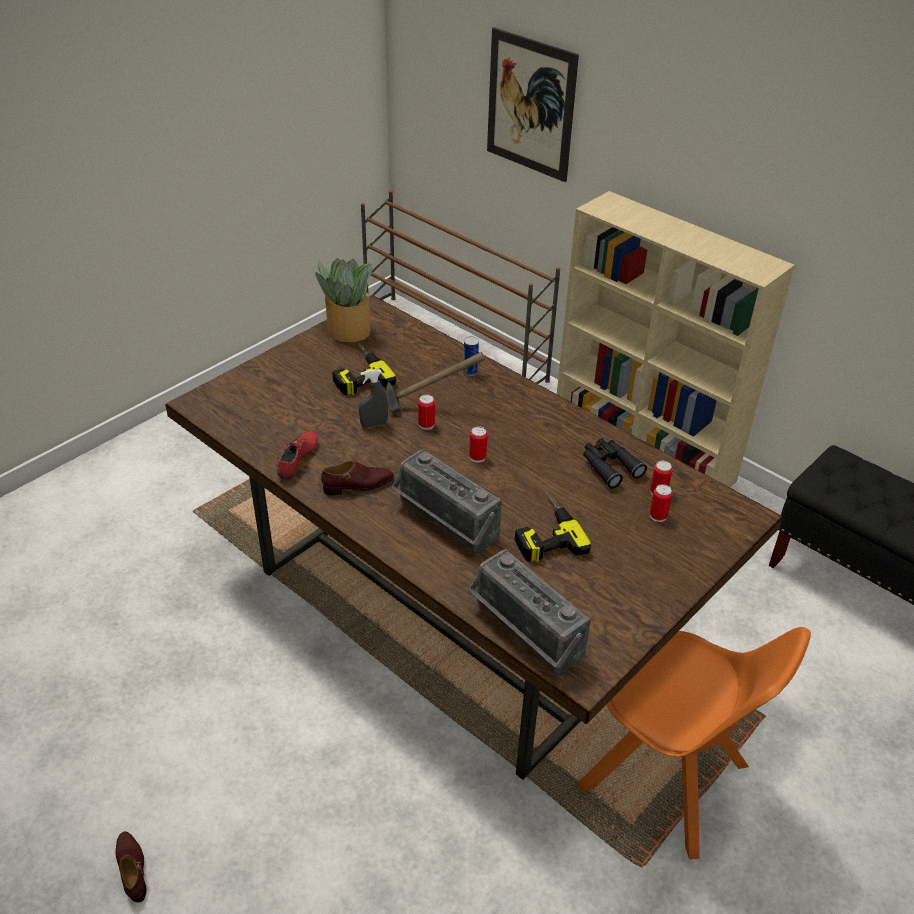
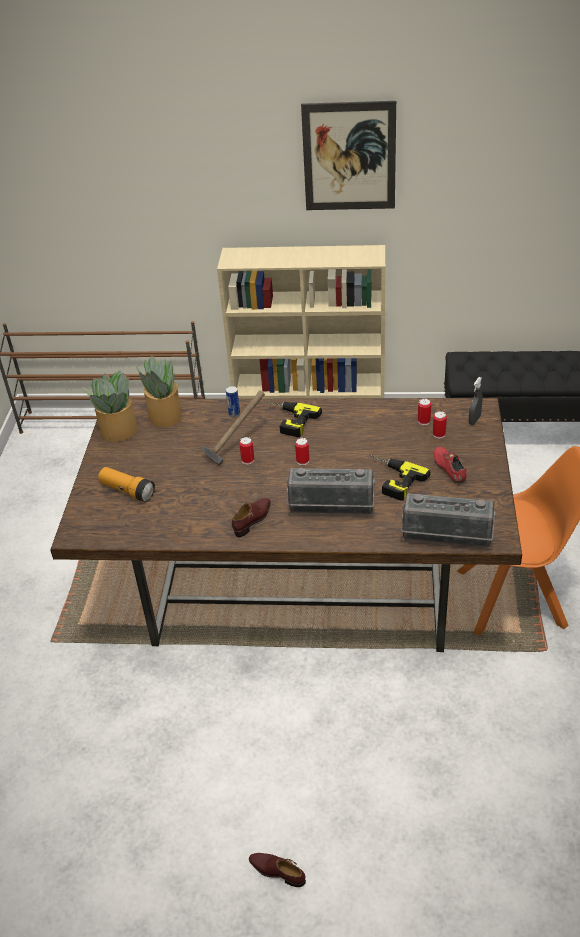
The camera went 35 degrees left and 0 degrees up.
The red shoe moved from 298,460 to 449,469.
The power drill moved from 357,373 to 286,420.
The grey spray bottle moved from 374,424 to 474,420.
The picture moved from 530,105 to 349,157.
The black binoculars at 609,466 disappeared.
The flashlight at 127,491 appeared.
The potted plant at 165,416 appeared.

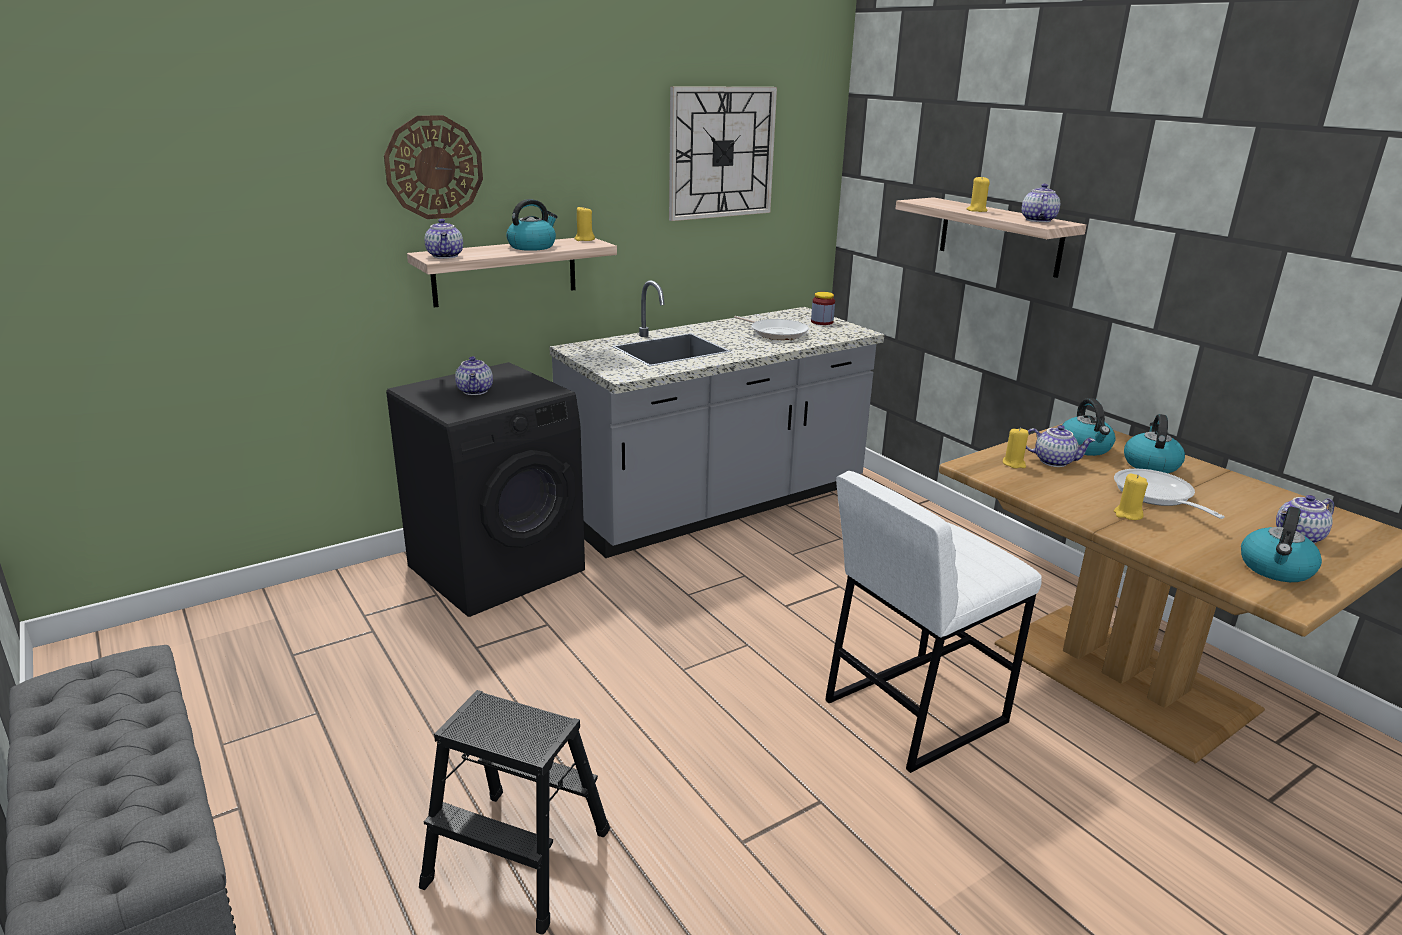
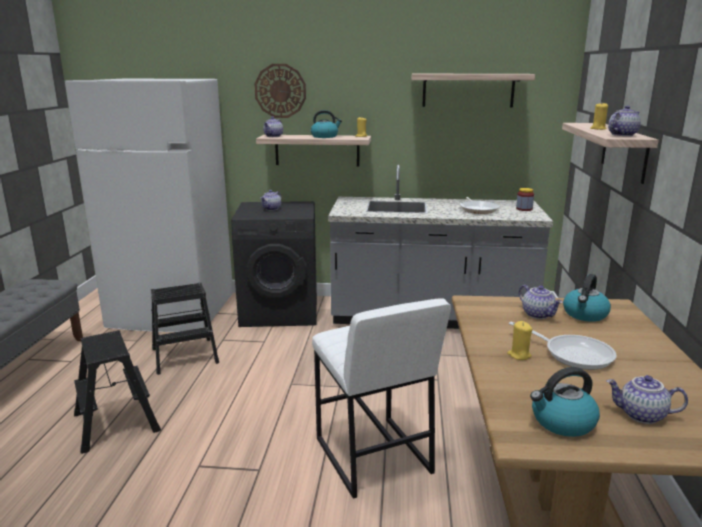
The camera went 40 degrees right and 5 degrees down.
The wall clock at 721,153 was replaced by the shelf at 468,90.
The white chair at 912,713 turned 120 degrees counterclockwise.
The yellow candle at 1014,464 disappeared.
The frying pan at 1156,496 turned 105 degrees clockwise.
The kettle at 1150,464 disappeared.
The white fridge at 173,310 appeared.
The black step ladder at 185,355 appeared.

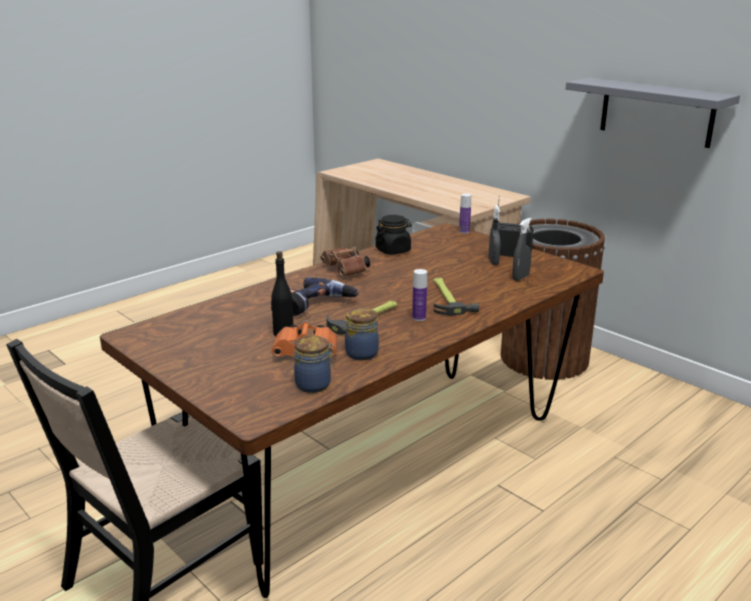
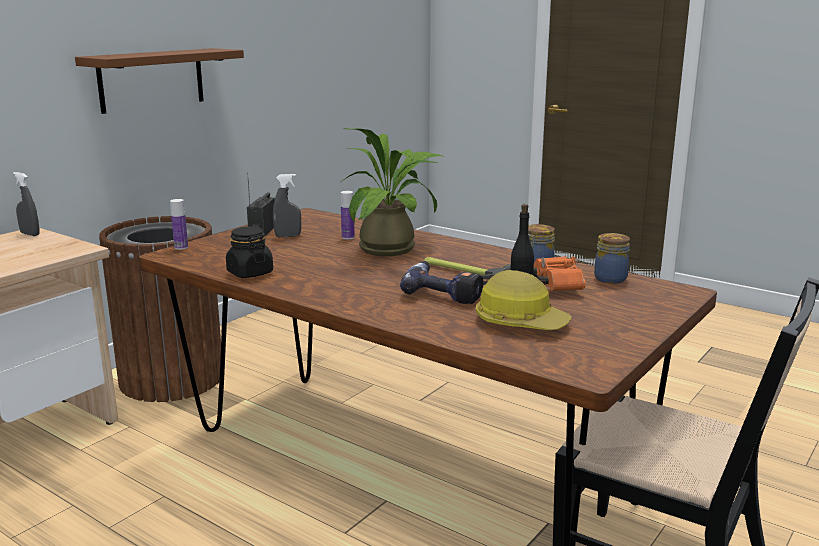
The camera went 100 degrees left and 5 degrees down.
The brown binoculars at 346,271 disappeared.
The bottle moved from 419,318 to 348,237.
The hammer at 447,298 was replaced by the potted plant at 394,248.
The grey spray bottle moved from 520,277 to 30,234.
The grey shelf at 656,112 became the brown shelf at 152,79.
The hard hat at 520,322 appeared.

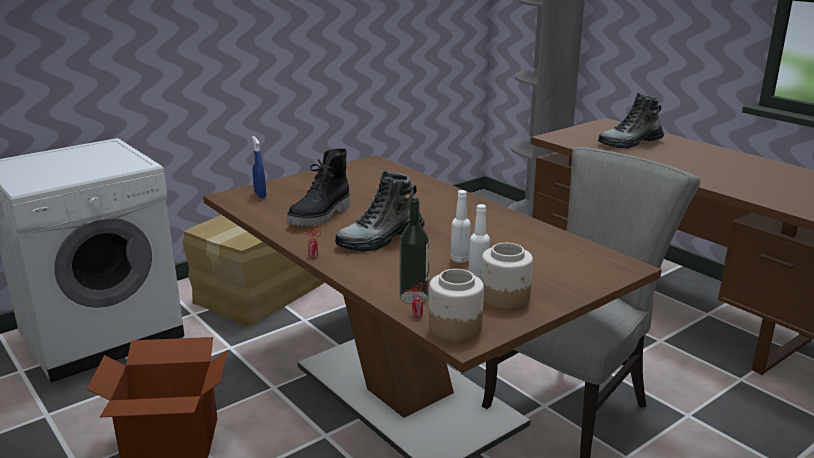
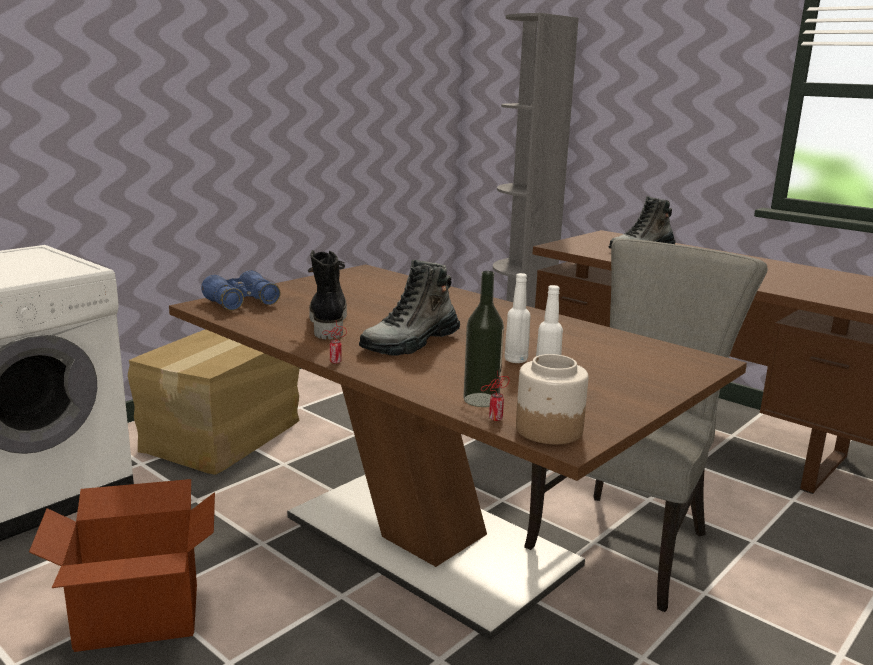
The camera went 10 degrees left and 5 degrees down.
The blue spray bottle at 260,195 was replaced by the blue binoculars at 241,303.
The black boot at 321,216 turned 150 degrees clockwise.
The jar at 505,298 disappeared.

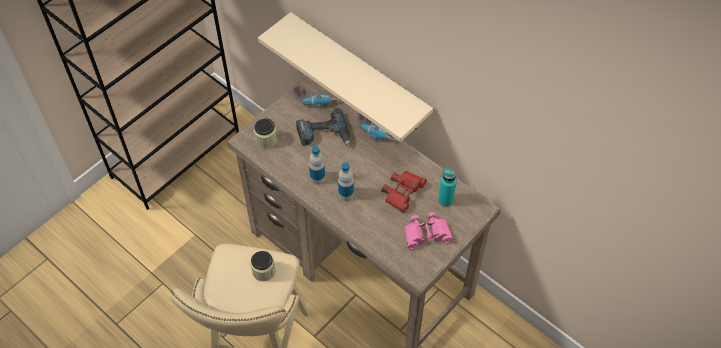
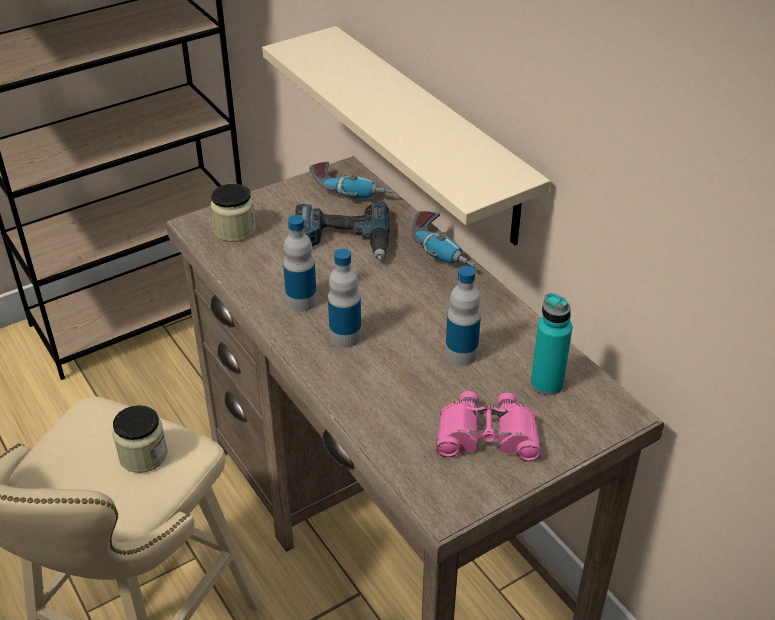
The camera went 15 degrees right and 15 degrees down.
The red binoculars at 403,192 was replaced by the bottle at 461,354.

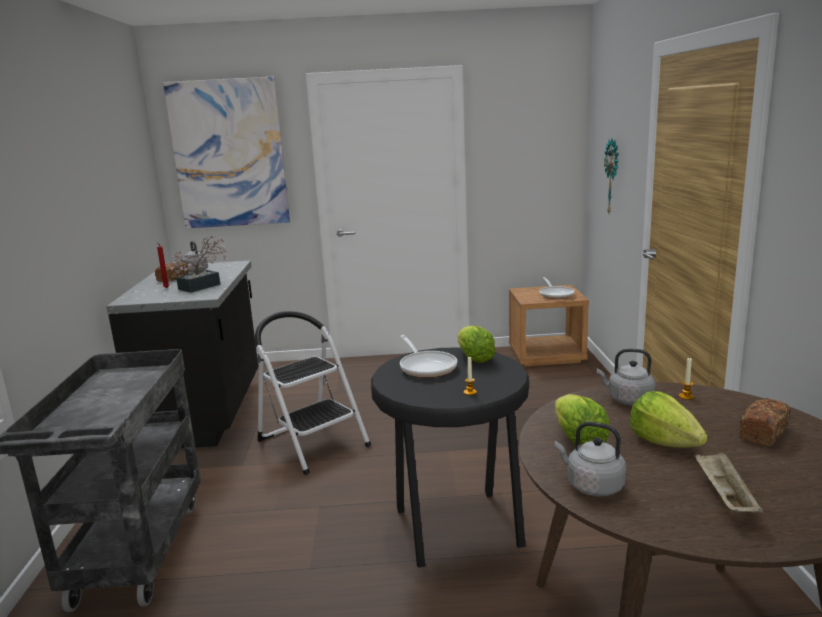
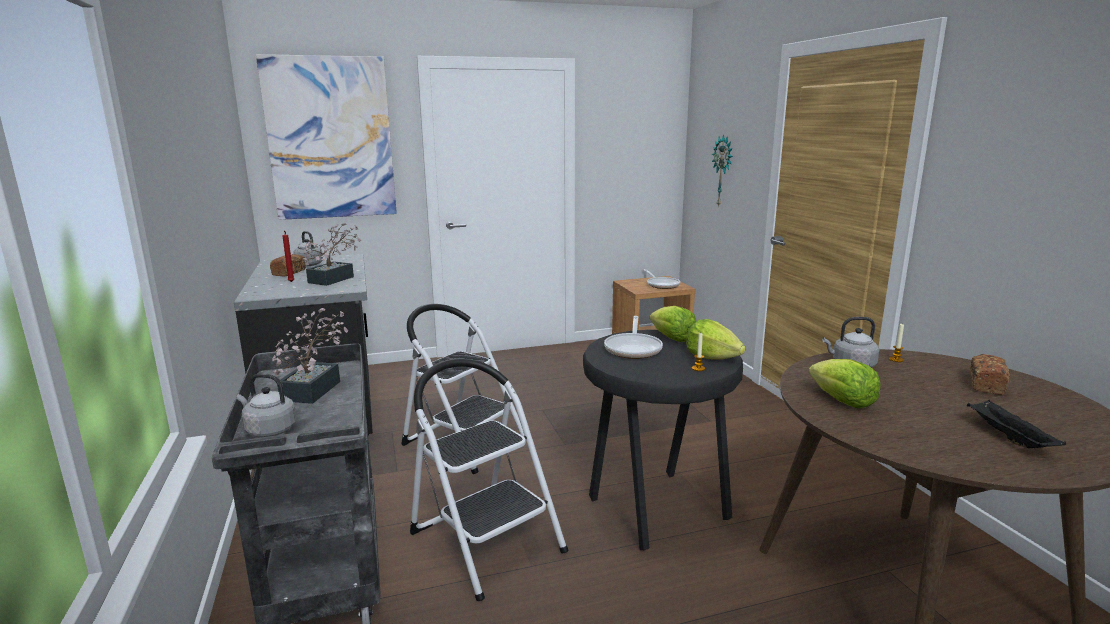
The camera went 15 degrees left and 0 degrees up.
The frying pan at 426,367 turned 45 degrees clockwise.
The grey kettle moved from 591,486 to 269,430.
The lettuce moved from 664,442 to 712,357.
The beige tray at 723,496 became the black tray at 1007,437.
The potted plant at 315,388 appeared.
The step ladder at 484,540 appeared.

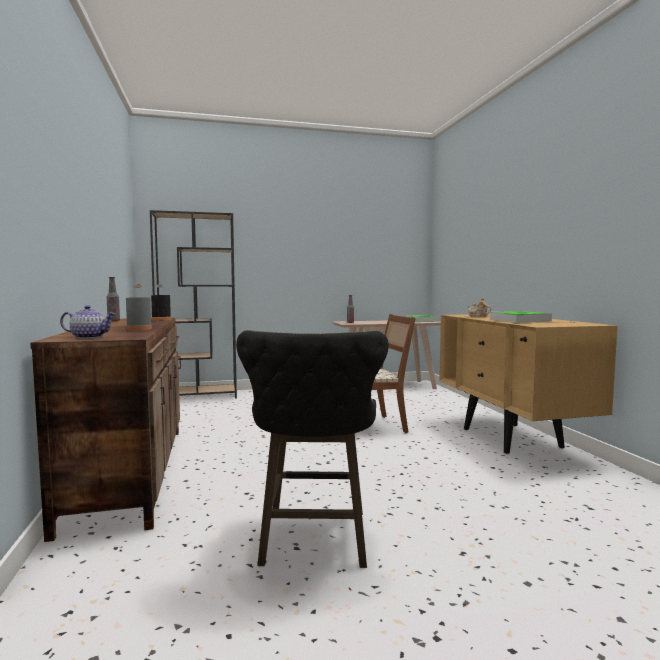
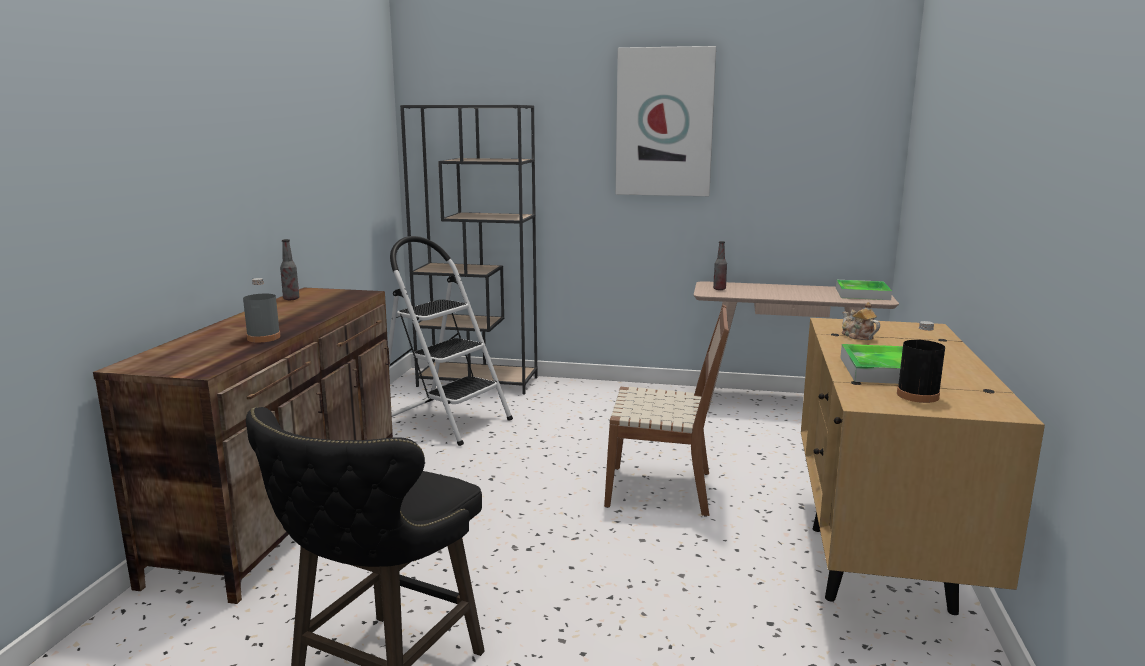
The camera went 25 degrees right and 10 degrees up.
The teapot at 88,337 disappeared.
The black bottle moved from 161,319 to 917,395.
The step ladder at 443,420 appeared.
The picture at 664,122 appeared.

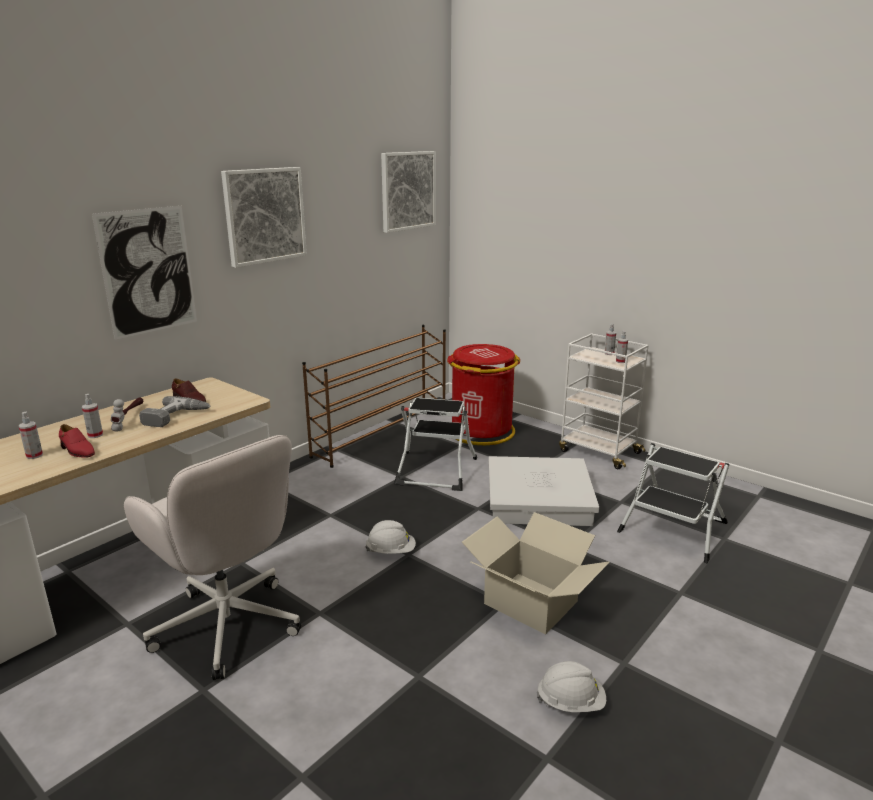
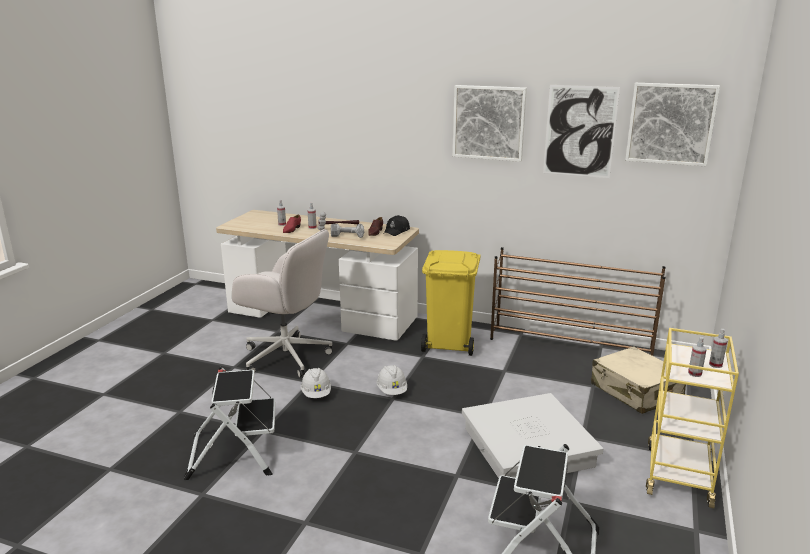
The camera went 70 degrees right and 0 degrees up.
The picture moved from 148,271 to 580,131.
The white office chair at 226,626 turned 90 degrees counterclockwise.
The step ladder moved from 435,469 to 234,451.
The red trash can at 481,431 was replaced by the beige suitcase at 636,391.
The cardboard box at 531,602 disappeared.
The white hard hat moved from 571,702 to 316,394.
The white cart at 598,451 became the yellow cart at 678,474.
The black cap at 397,231 appeared.
The yellow trash can at 450,344 appeared.

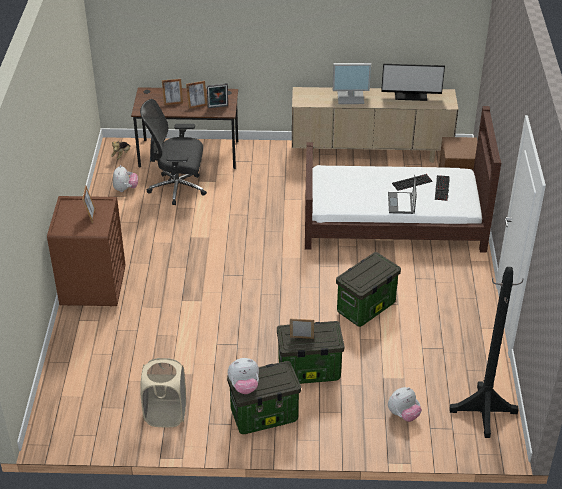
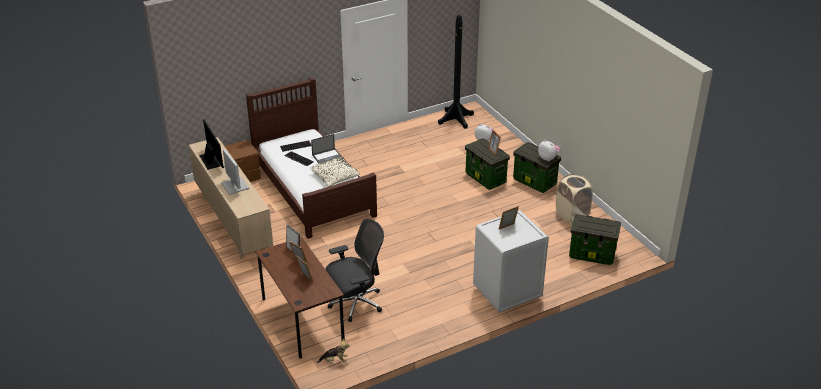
The camera went 120 degrees left and 5 degrees down.
The brown dresser at 93,289 became the grey dresser at 507,294.
The plush toy at 125,189 disappeared.
The office chair at 178,188 turned 90 degrees counterclockwise.
The storage box moved from 366,308 to 592,254.
The beige pillow at 335,176 appeared.

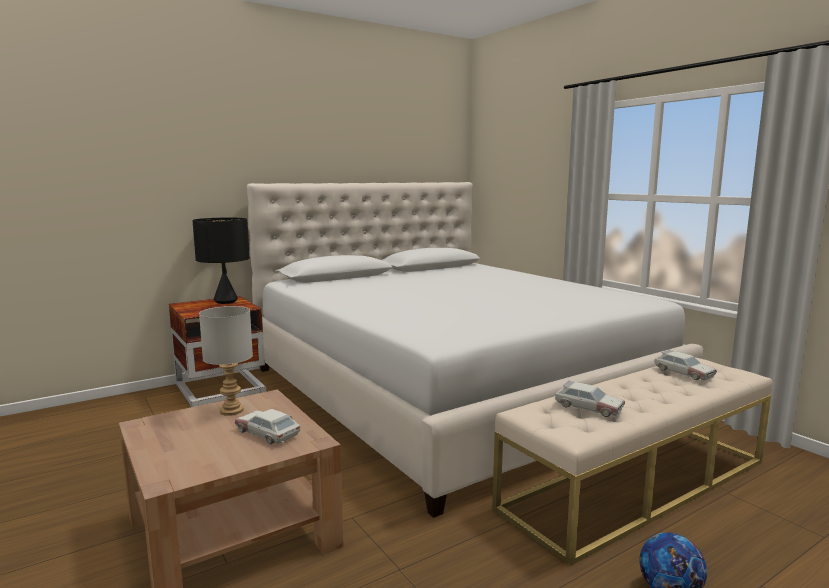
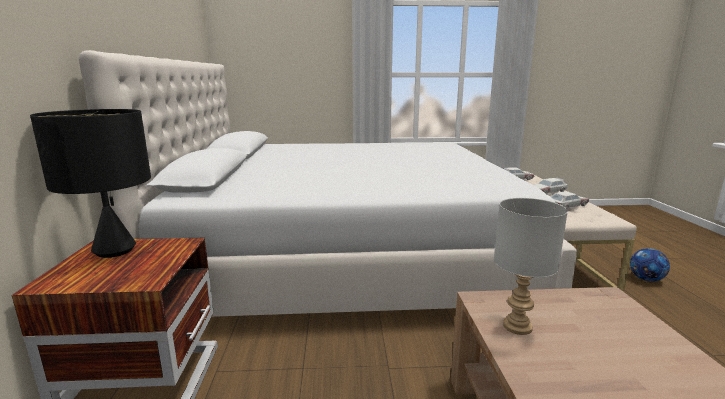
The camera went 60 degrees left and 5 degrees up.
The toy car moved from 268,433 to 548,191.

